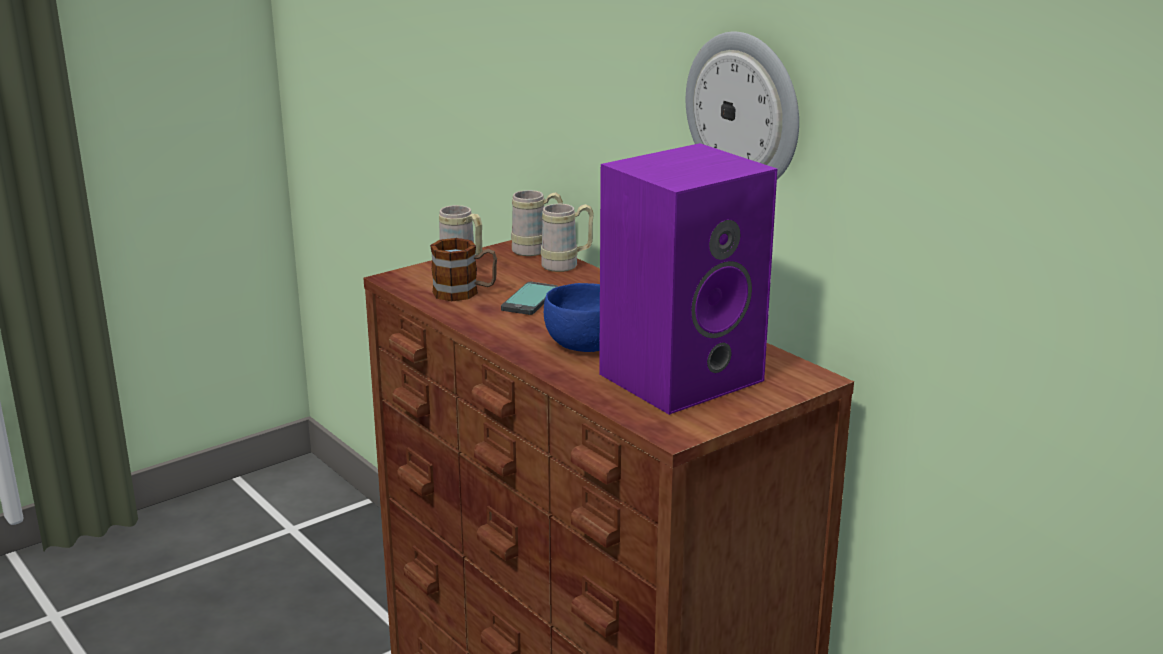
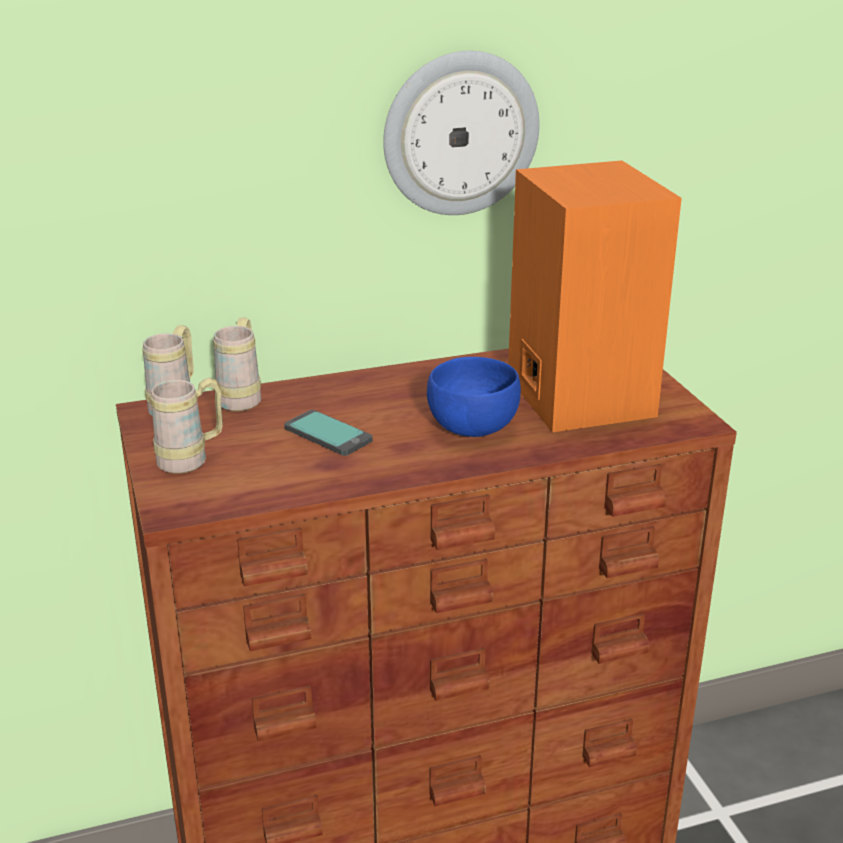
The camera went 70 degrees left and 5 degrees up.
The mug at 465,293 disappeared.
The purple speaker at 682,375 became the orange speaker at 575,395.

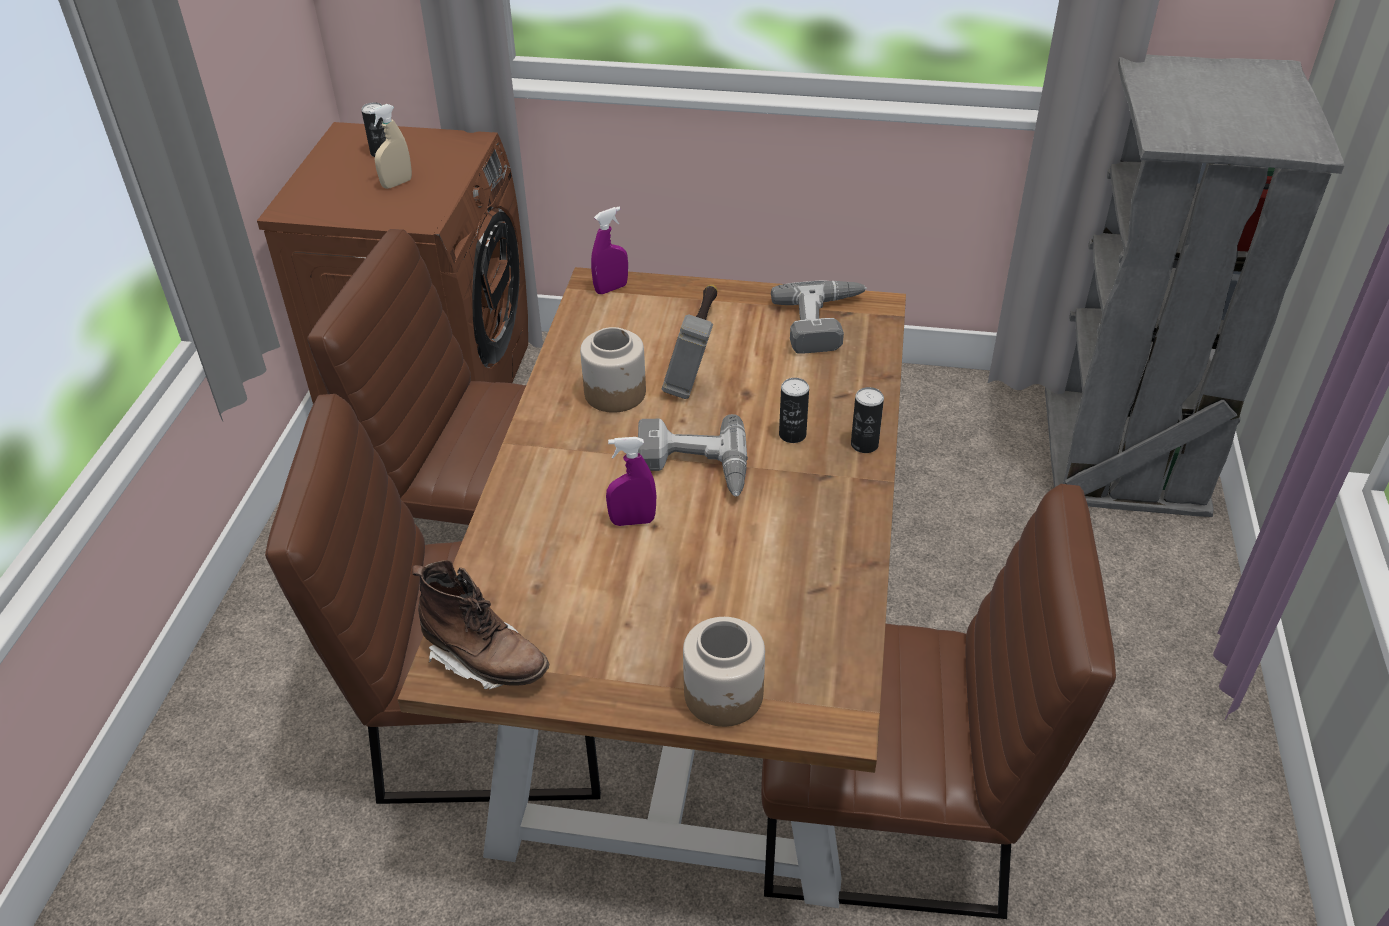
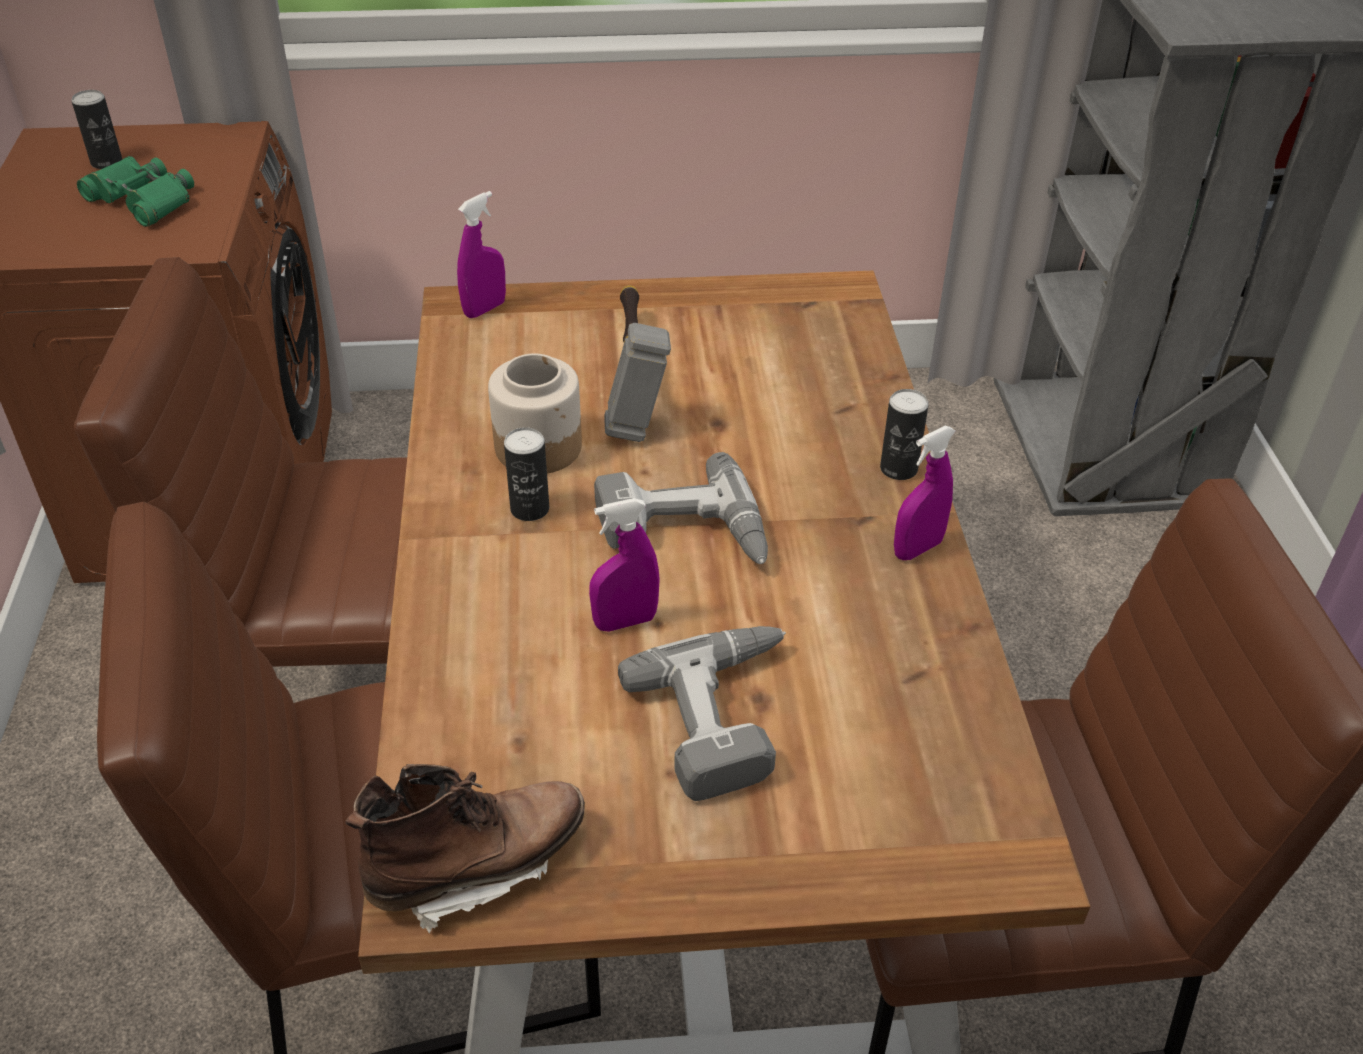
The camera went 15 degrees left and 0 degrees up.
The beige spray bottle at 397,183 was replaced by the green binoculars at 142,200.
The brown boot at 485,660 turned 45 degrees counterclockwise.
The jar at 724,695 disappeared.
The power drill moved from 825,323 to 727,717.
The can moved from 792,434 to 530,509.
The purple spray bottle at 917,549 appeared.

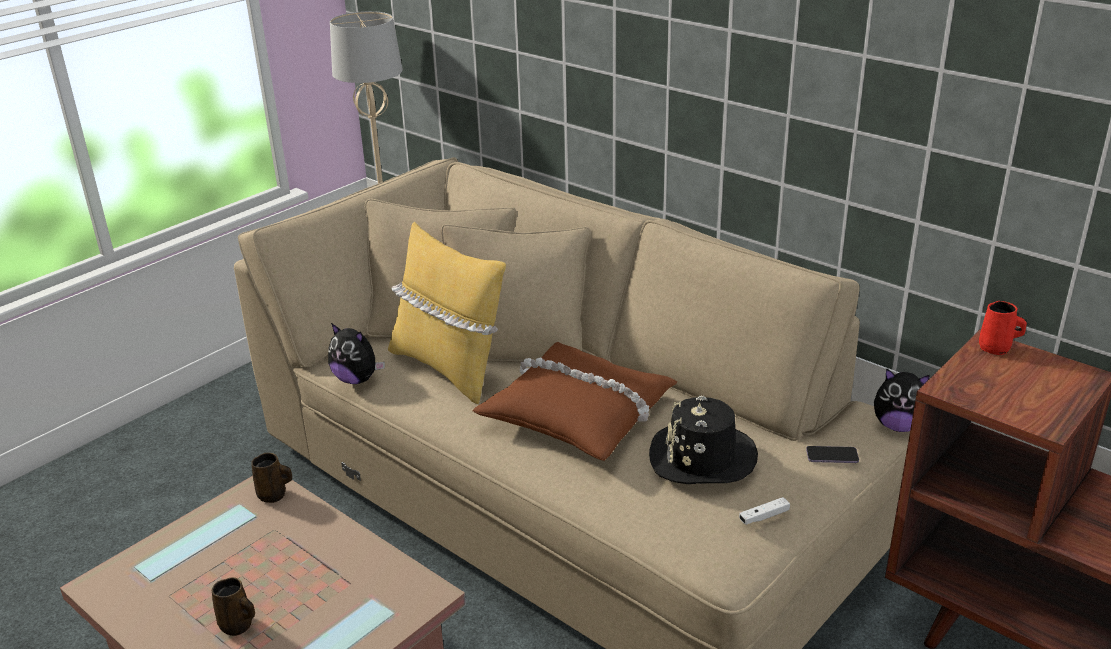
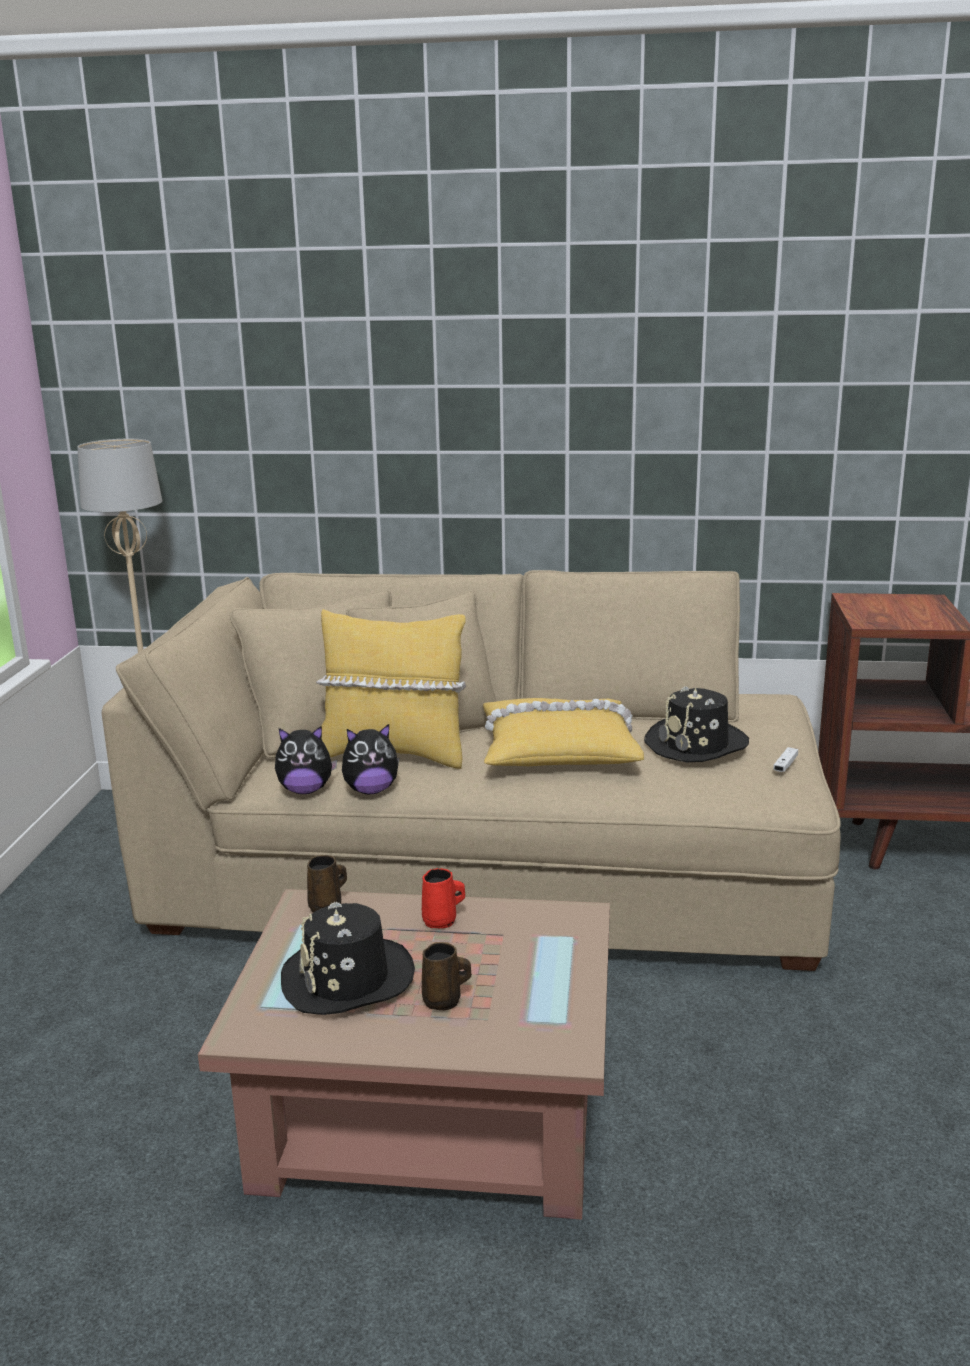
The camera went 35 degrees left and 10 degrees down.
The brown pillow at 578,413 became the yellow pillow at 558,749.
The phone at 832,456 disappeared.
The plush toy moved from 898,426 to 371,790.
The red mug moved from 996,349 to 441,921.
The black hat at 347,979 appeared.

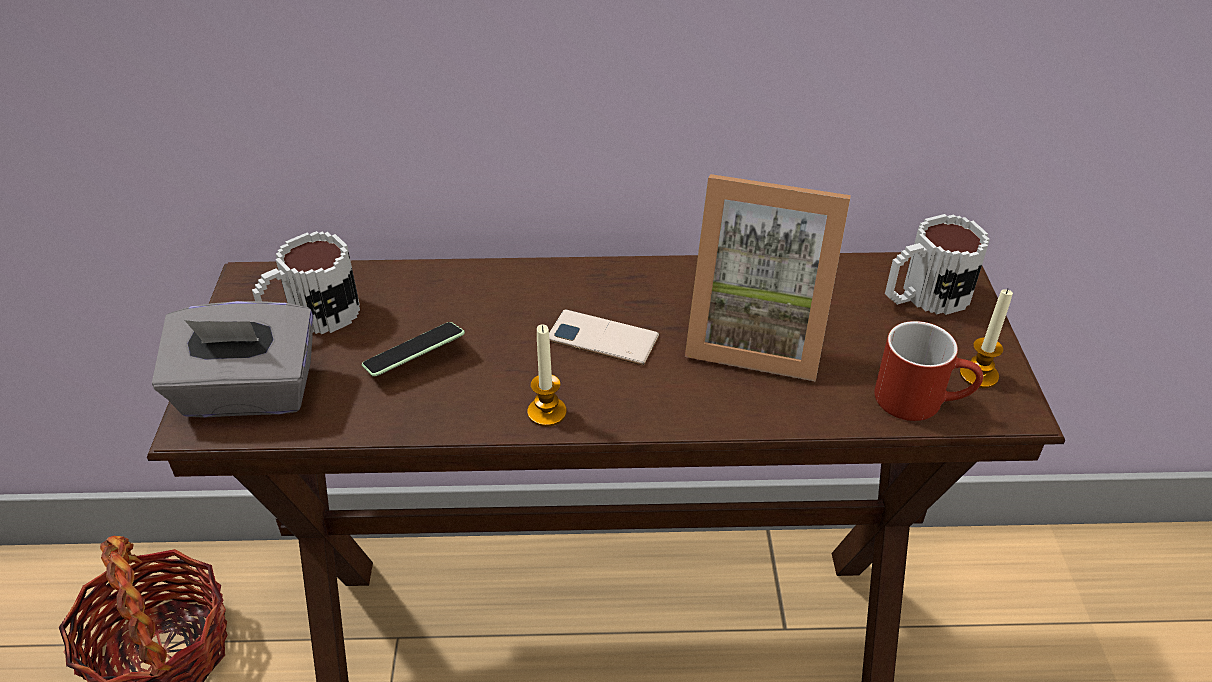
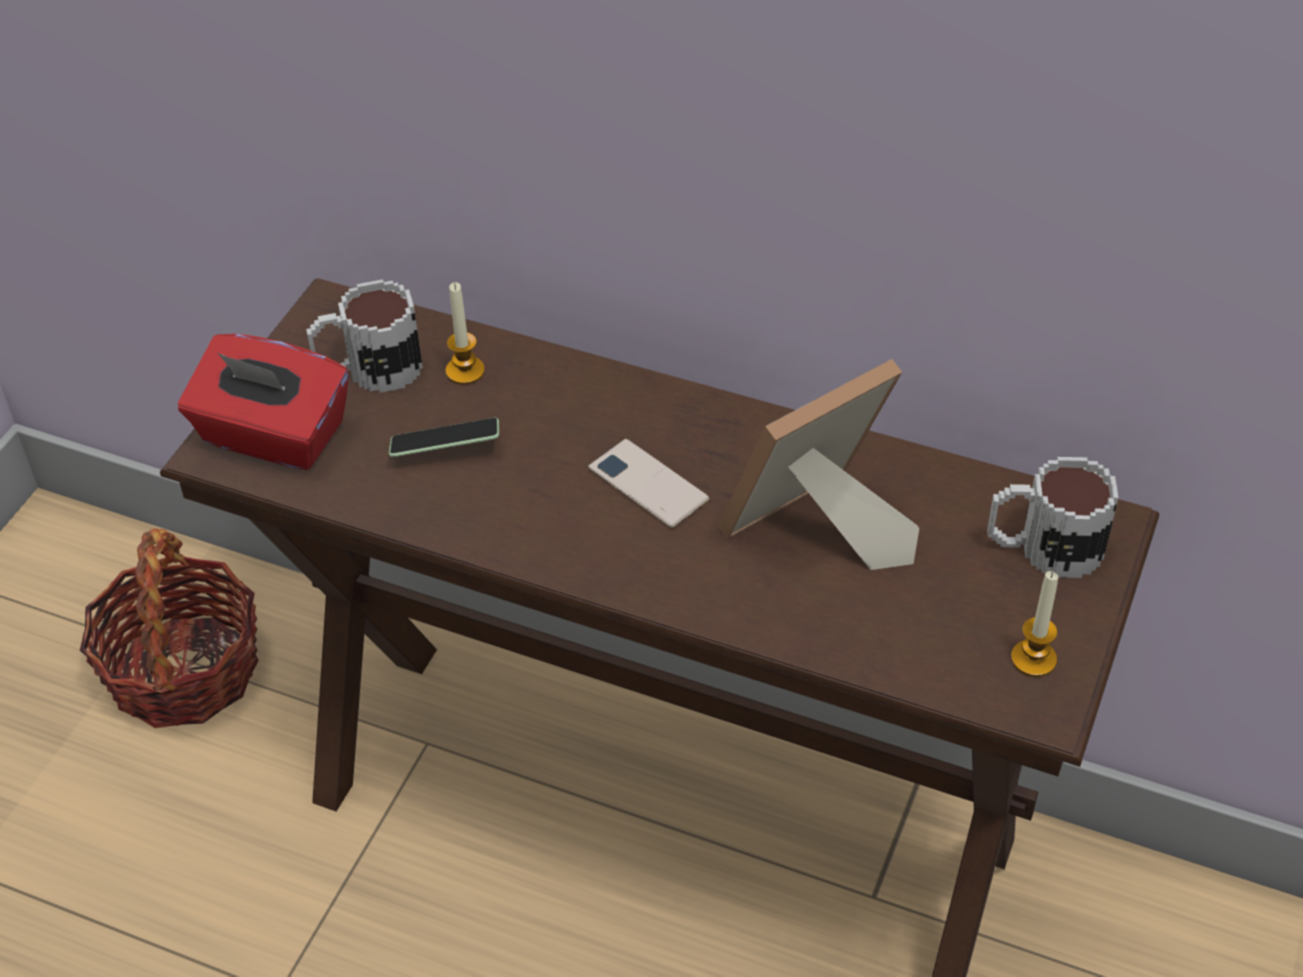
The camera went 25 degrees right and 5 degrees up.
The grey tissue box at 248,394 became the red tissue box at 273,436.
The candle moved from 547,412 to 465,371.
The picture frame at 757,336 turned 105 degrees clockwise.
The red mug at 921,399 disappeared.

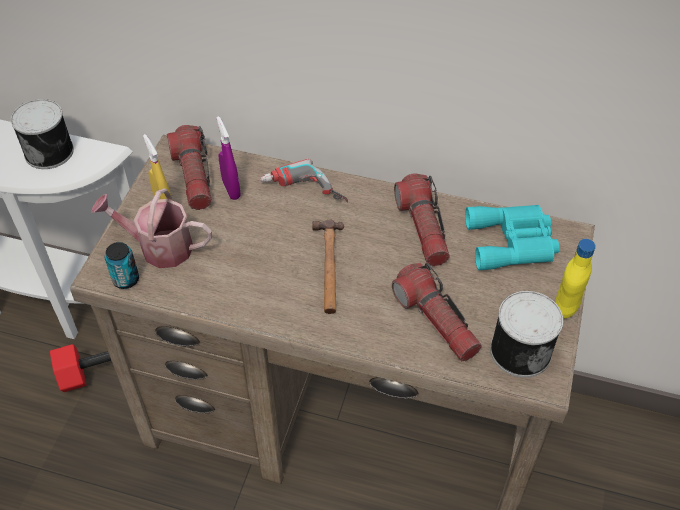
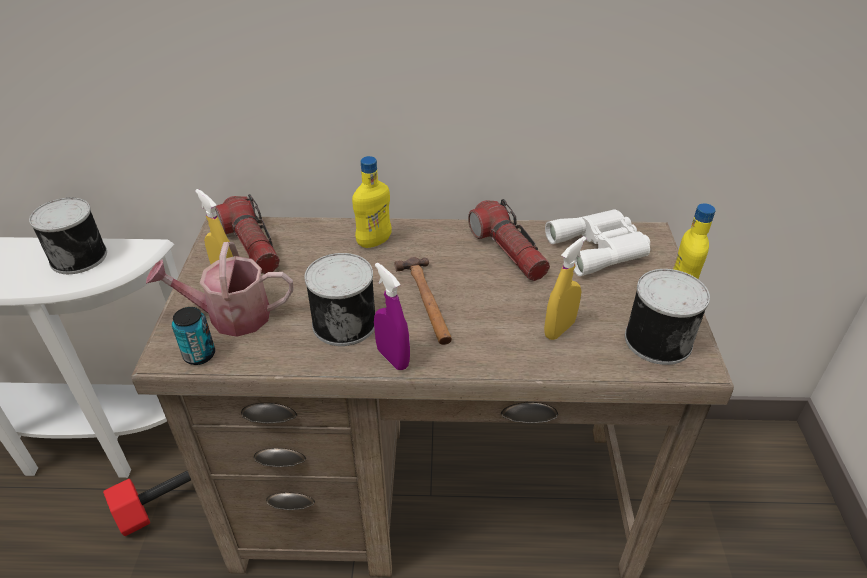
The camera went 15 degrees left and 10 degrees down.
The purple spray bottle moved from 231,189 to 392,358.
The power drill at 303,193 was replaced by the yellow bottle at 374,242.
The flashlight at 436,321 was replaced by the yellow spray bottle at 559,329.
The turquoise binoculars at 513,242 became the white binoculars at 601,248.
The can at 345,322 appeared.

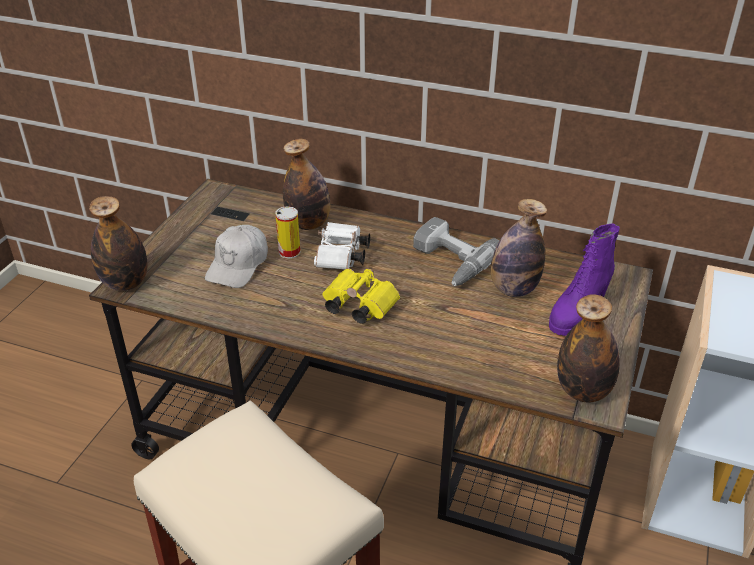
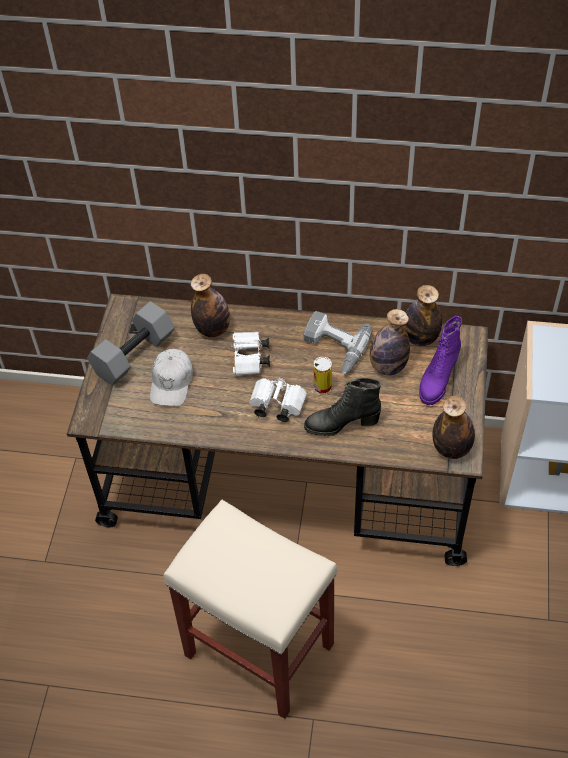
The camera went 10 degrees left and 15 degrees up.
The bottle moved from 125,283 to 420,338.
The can moved from 289,252 to 322,387.
The yellow binoculars at 357,306 became the white binoculars at 275,405.
The grey dumbbell at 133,353 appeared.
The black boot at 341,423 appeared.

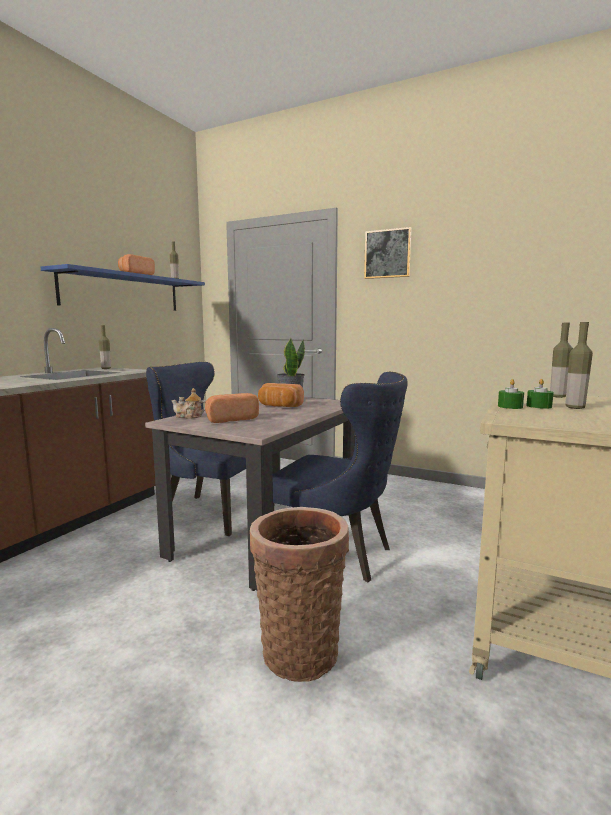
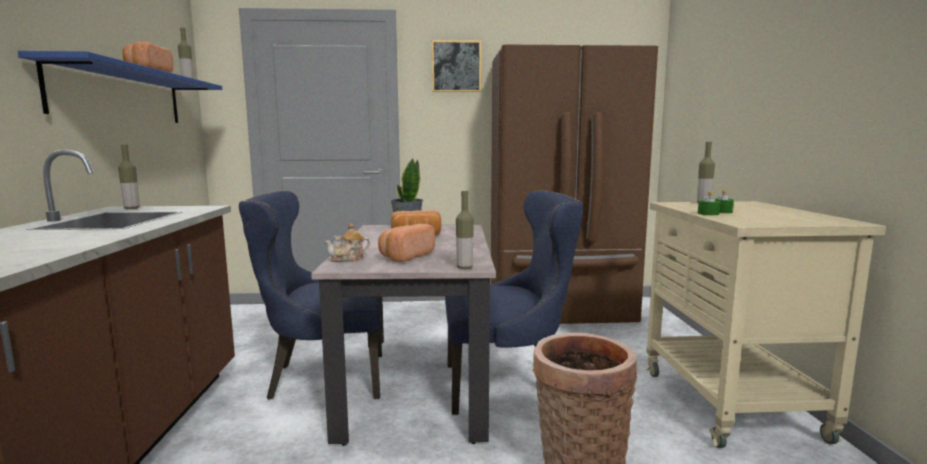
The camera went 30 degrees left and 0 degrees up.
The bottle moved from 575,407 to 464,267.
The brown fridge at 563,312 appeared.

